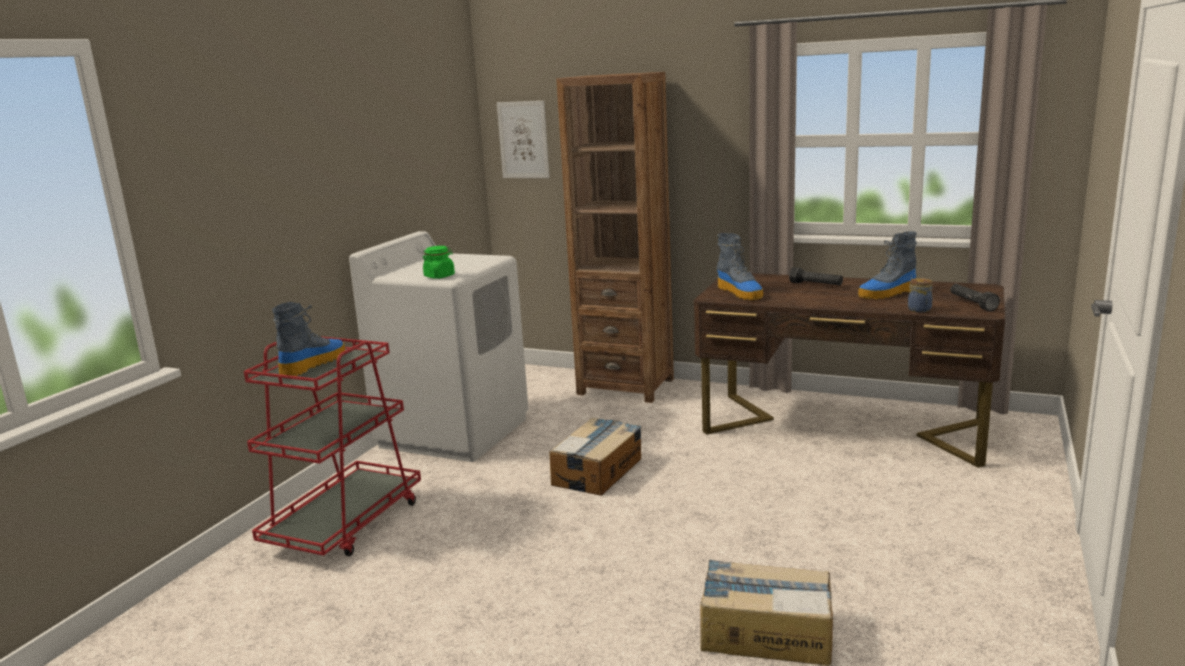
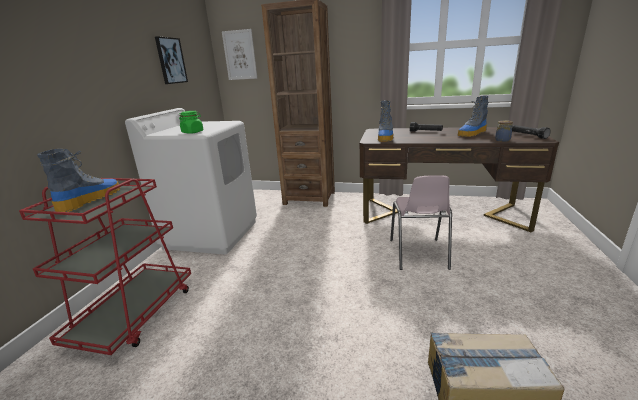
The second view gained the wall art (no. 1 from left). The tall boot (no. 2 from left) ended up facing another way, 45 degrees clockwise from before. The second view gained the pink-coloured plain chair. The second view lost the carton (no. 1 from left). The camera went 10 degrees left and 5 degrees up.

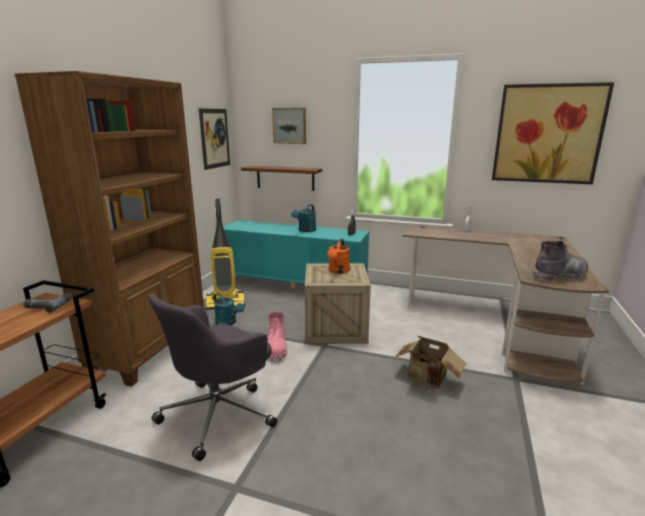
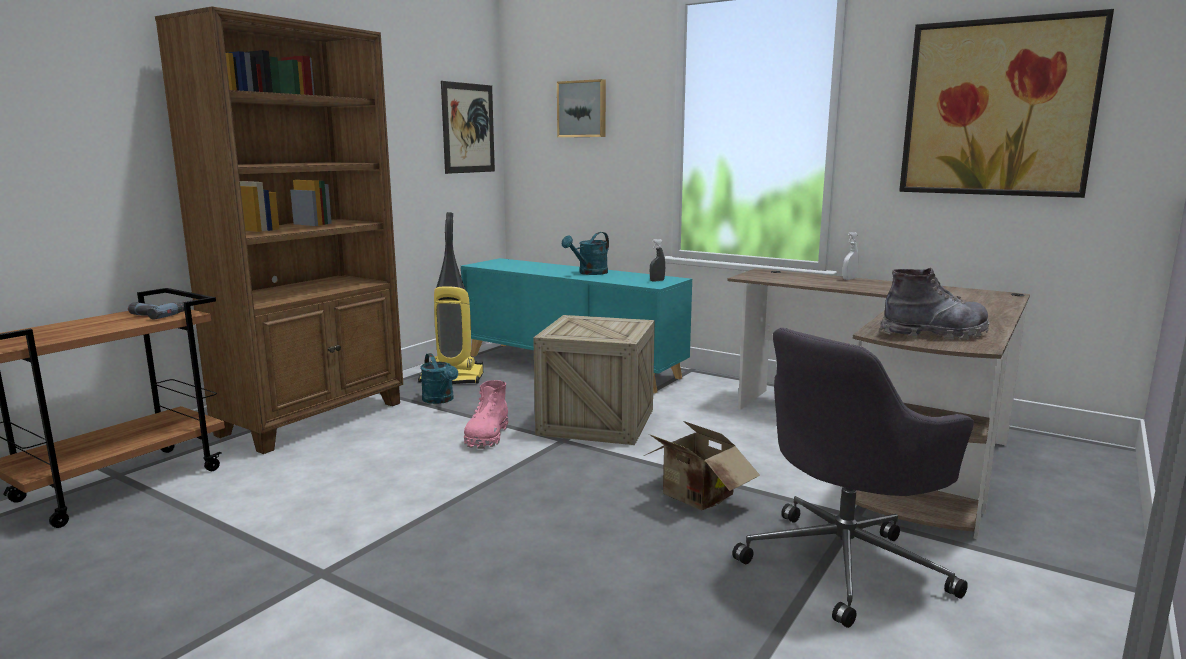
The greyish office chair ended up elsewhere. The second view lost the brown shelf. The second view lost the orangey sprinkling can. The camera went 15 degrees right and 5 degrees down.

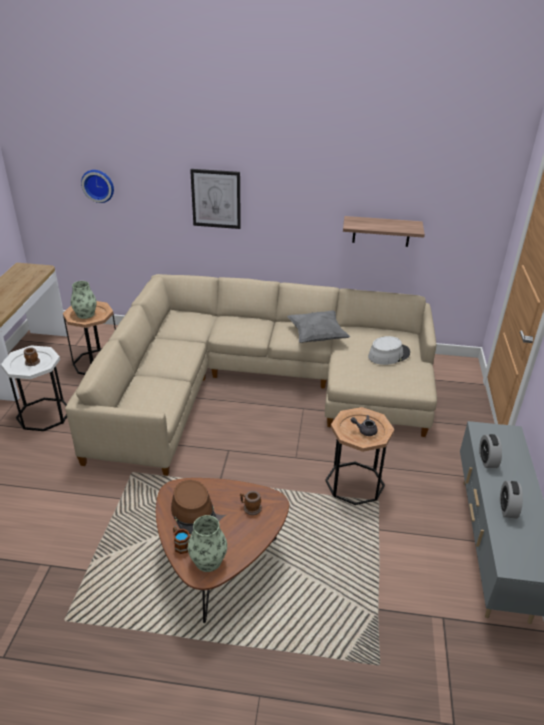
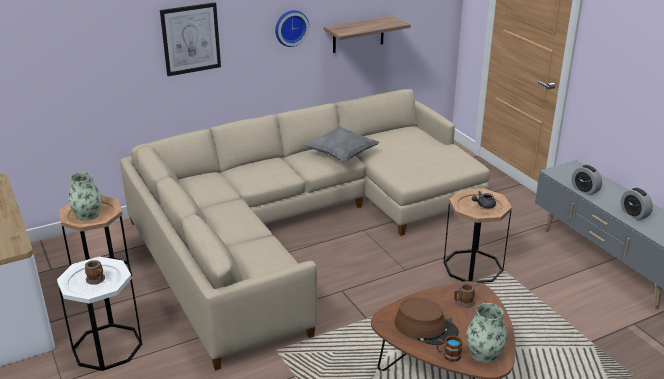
The clock on the wall ended up elsewhere. The second view lost the greyish hat. The camera went 35 degrees left and 5 degrees down.

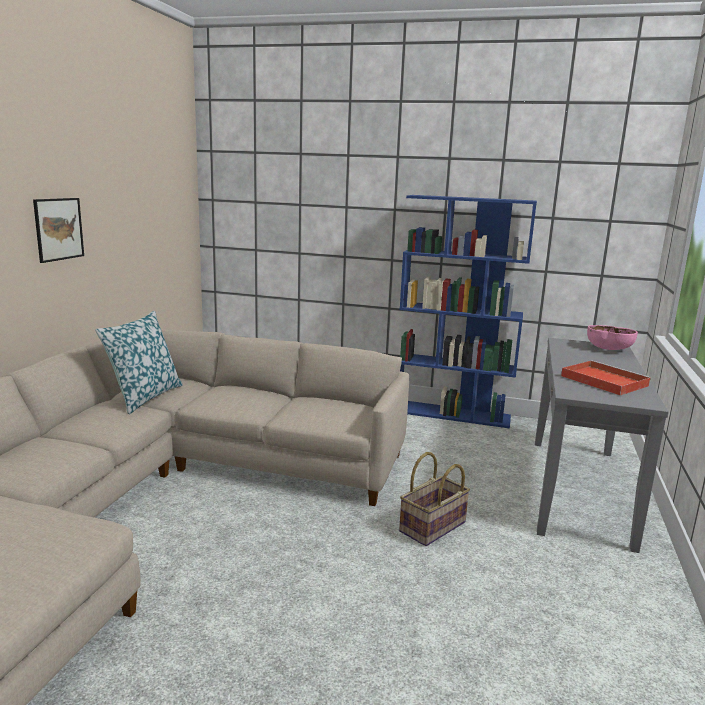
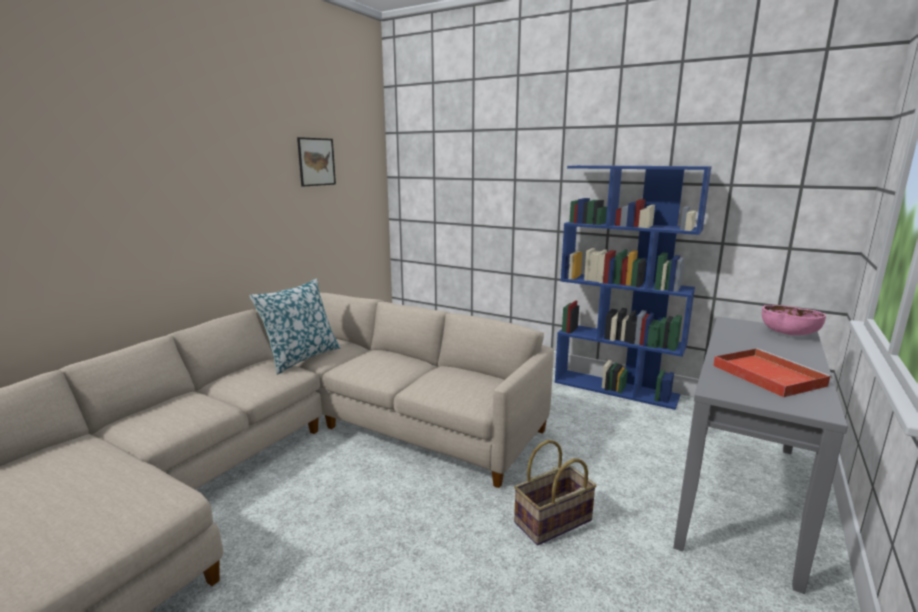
The wall art ended up elsewhere. The camera went 15 degrees right and 0 degrees up.

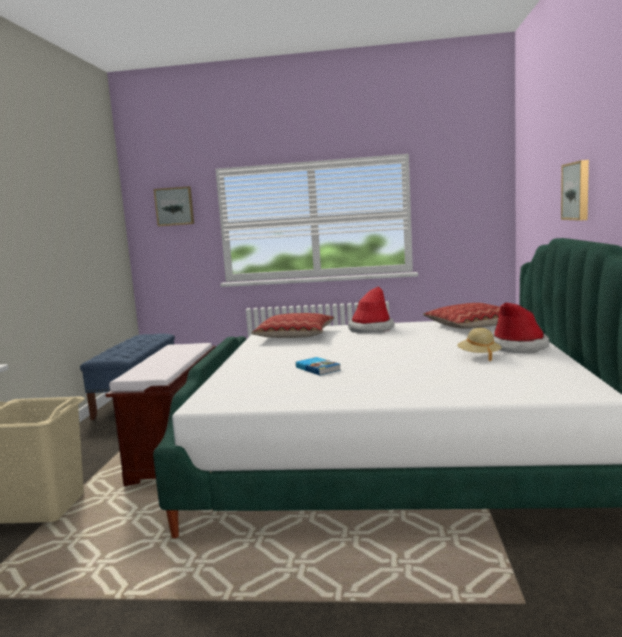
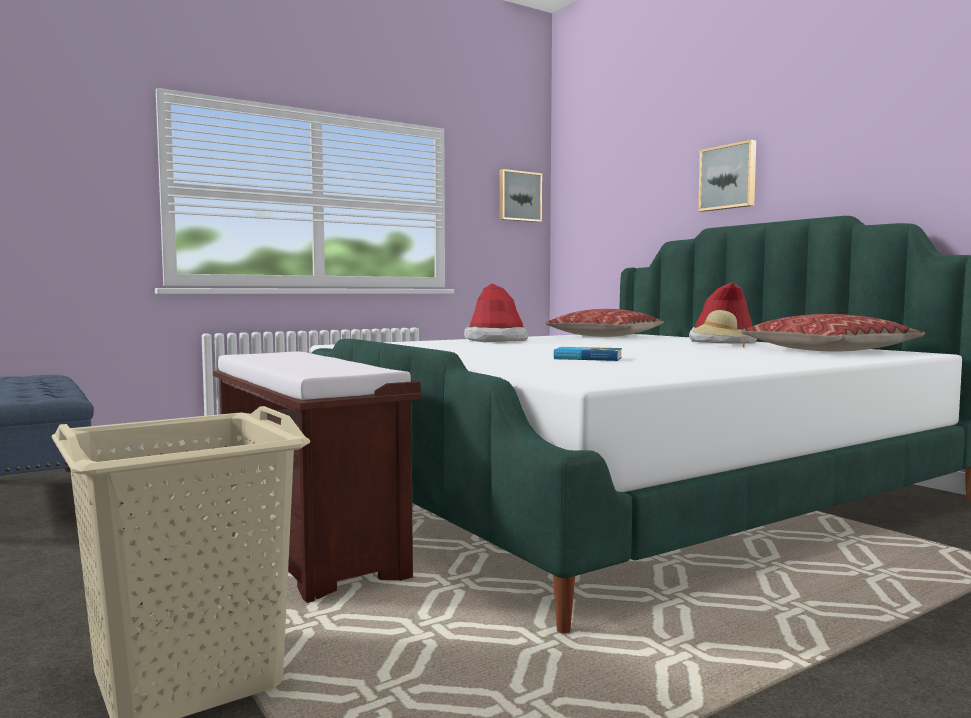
The wall art (no. 1 from left) ended up elsewhere. The throw pillow (no. 1 from left in the first image) ended up elsewhere. The camera went 40 degrees left and 5 degrees down.

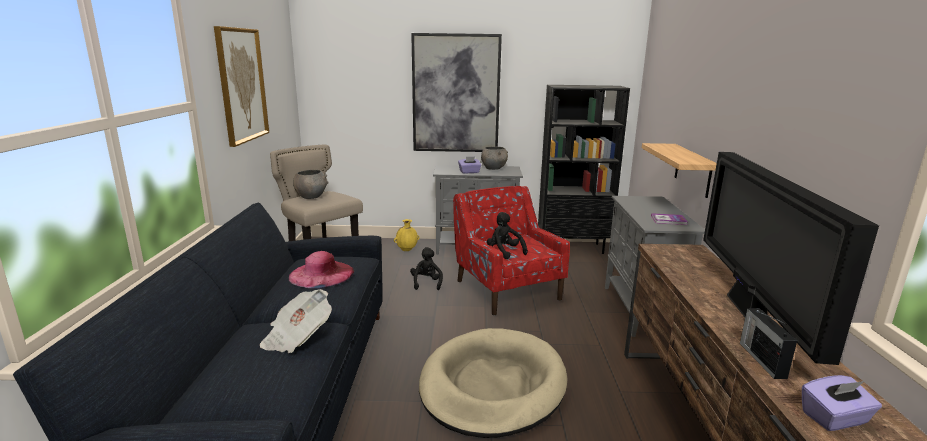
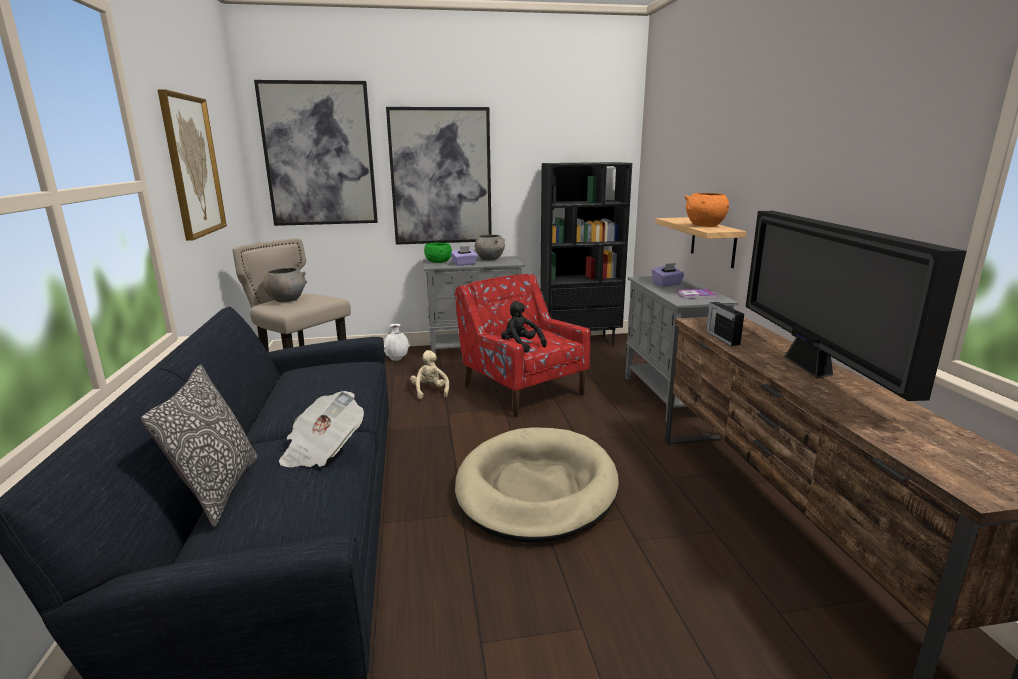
The second view gained the throw pillow. The second view gained the wall art (no. 2 from left). What was the yellowish vase turned into the whitish vase. What was the black soft toy (no. 1 from left) turned into the beige-coloured soft toy. The second view gained the green-coloured serving bowl. The purple-coloured tissue box (no. 2 from left) ended up elsewhere. The second view gained the orangey serving bowl. The radio set ended up elsewhere. The second view lost the pink-coloured hat. The camera went 10 degrees left and 0 degrees up.

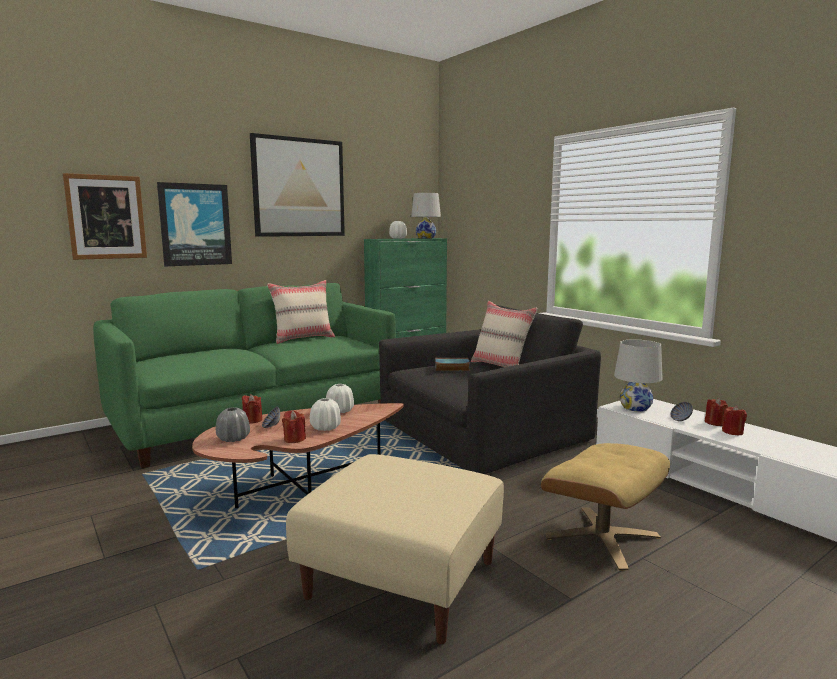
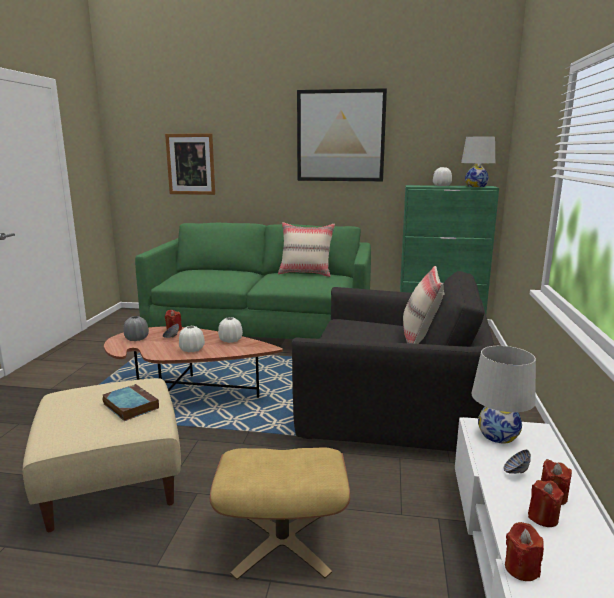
The book ended up elsewhere. The red-coloured wax light (no. 2 from left) ended up elsewhere. The second view lost the wall art (no. 2 from left). The camera went 45 degrees right and 5 degrees up.

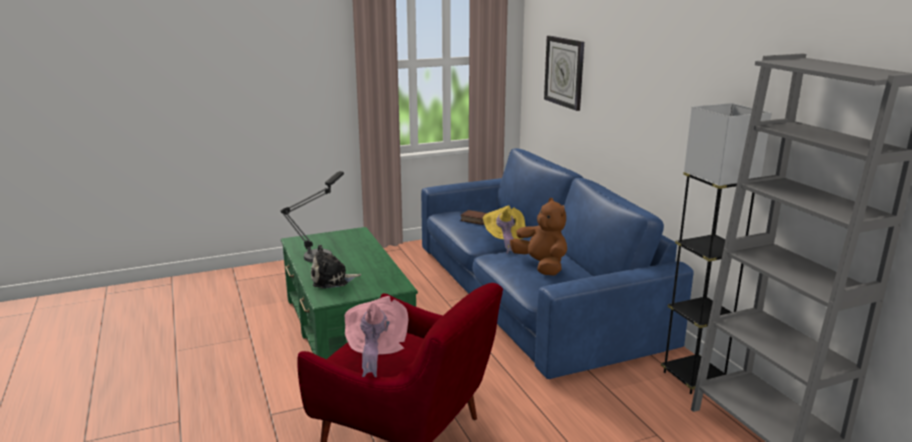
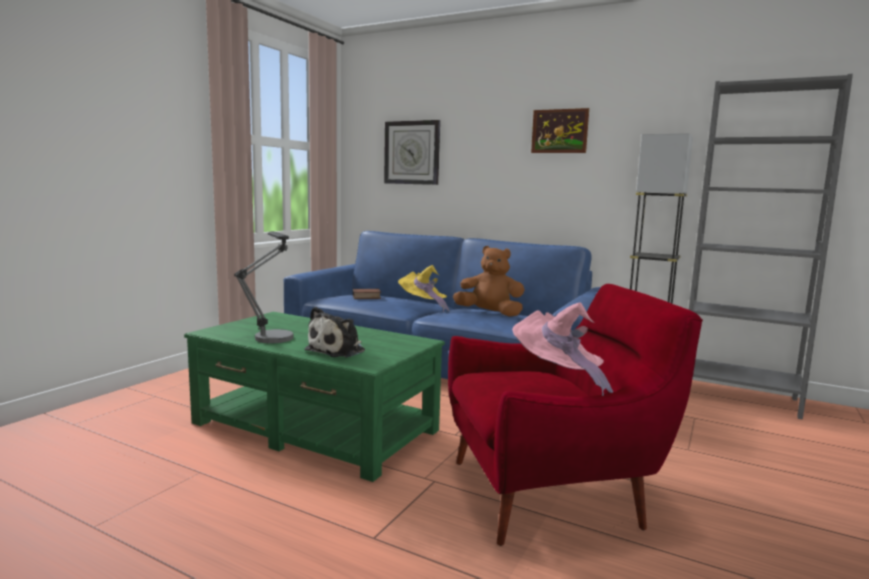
The second view gained the wall art. The camera went 40 degrees left and 10 degrees down.

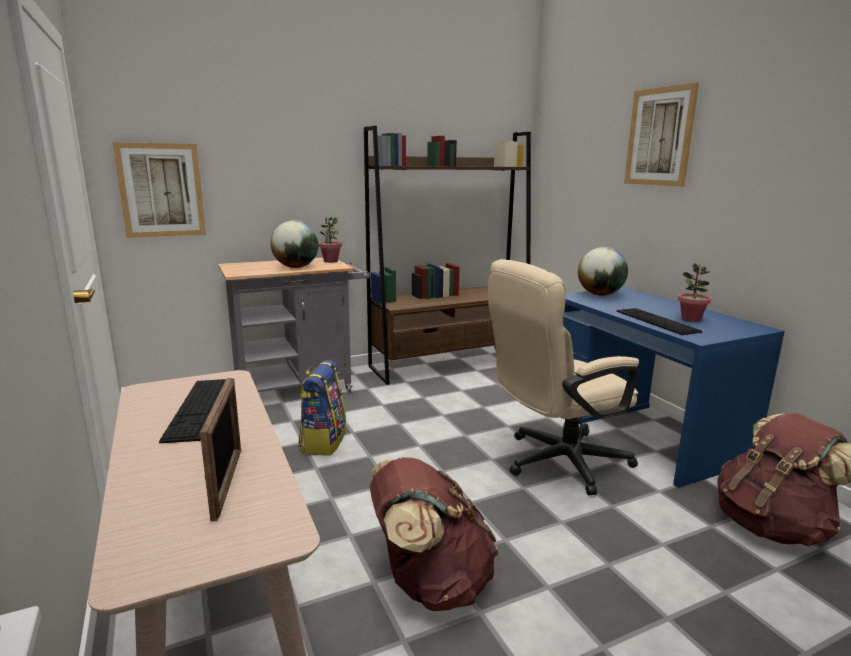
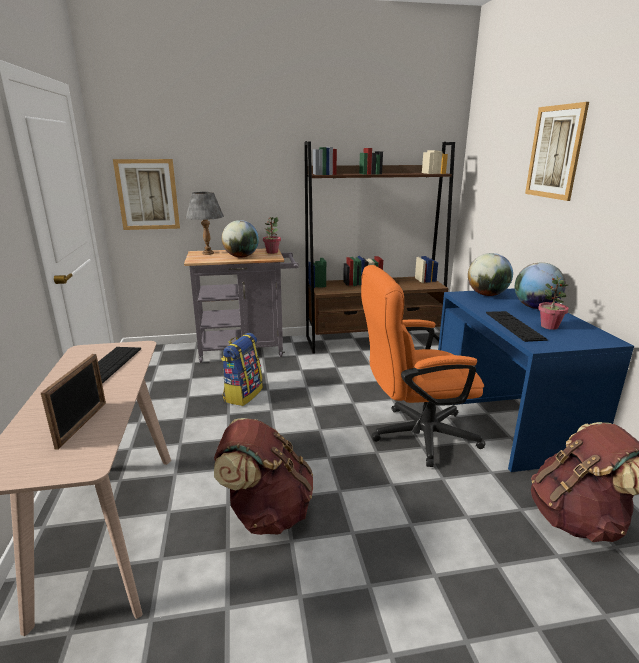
The second view gained the greyish lamp for a table. What was the beige-coloured office chair turned into the orangey office chair. The second view gained the world globe (no. 3 from left). The camera went 15 degrees right and 5 degrees up.

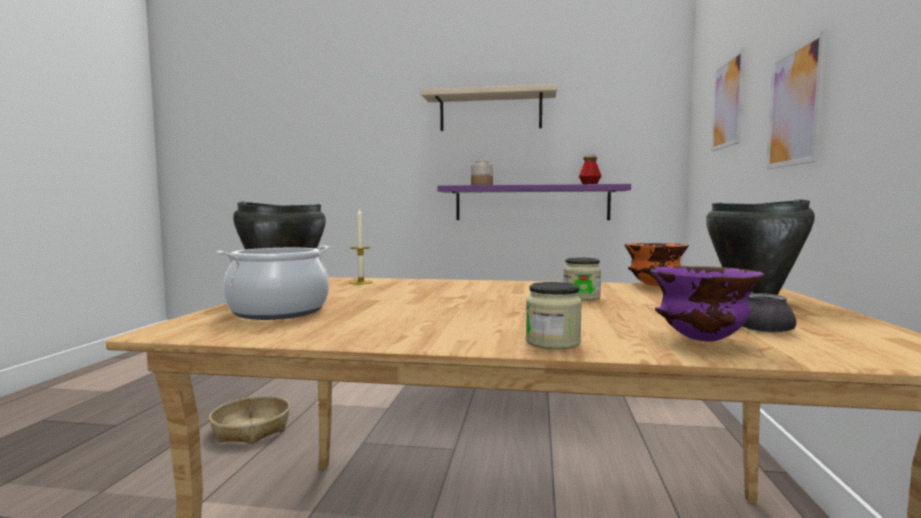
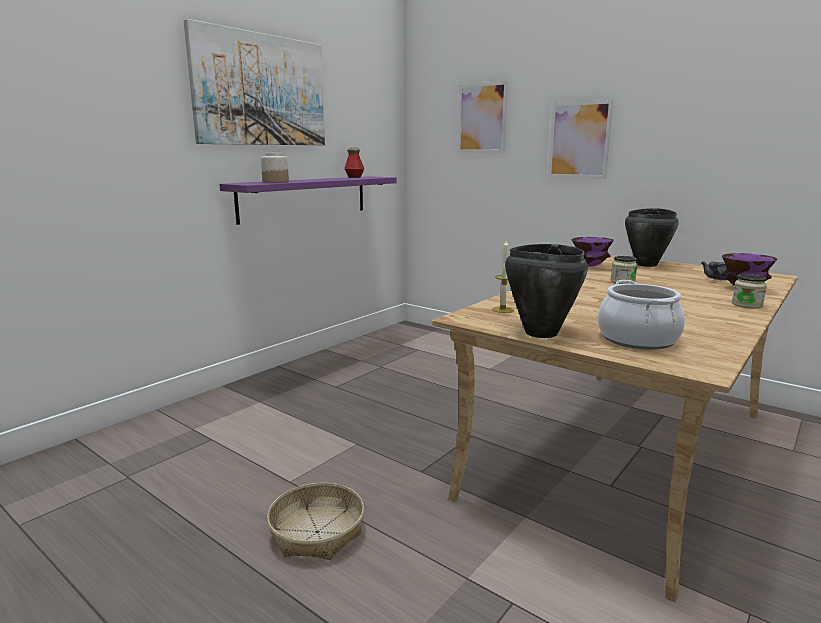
Where the beige-coloured shelf hung, the wall art (no. 1 from left) came to hang. What was the orangey serving bowl turned into the purple-coloured serving bowl (no. 1 from left). The camera went 60 degrees left and 10 degrees up.

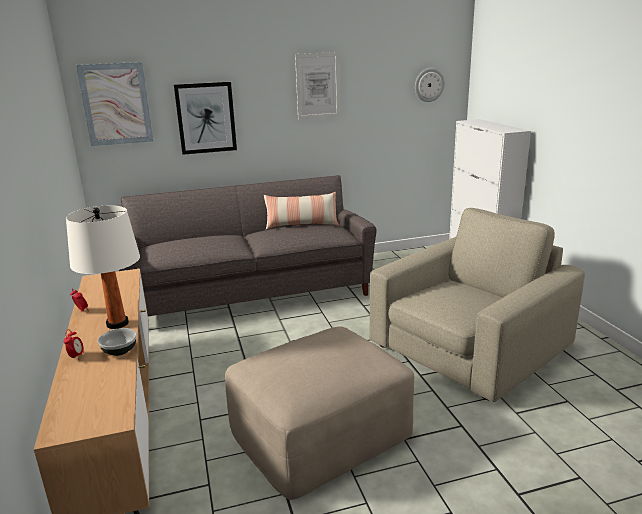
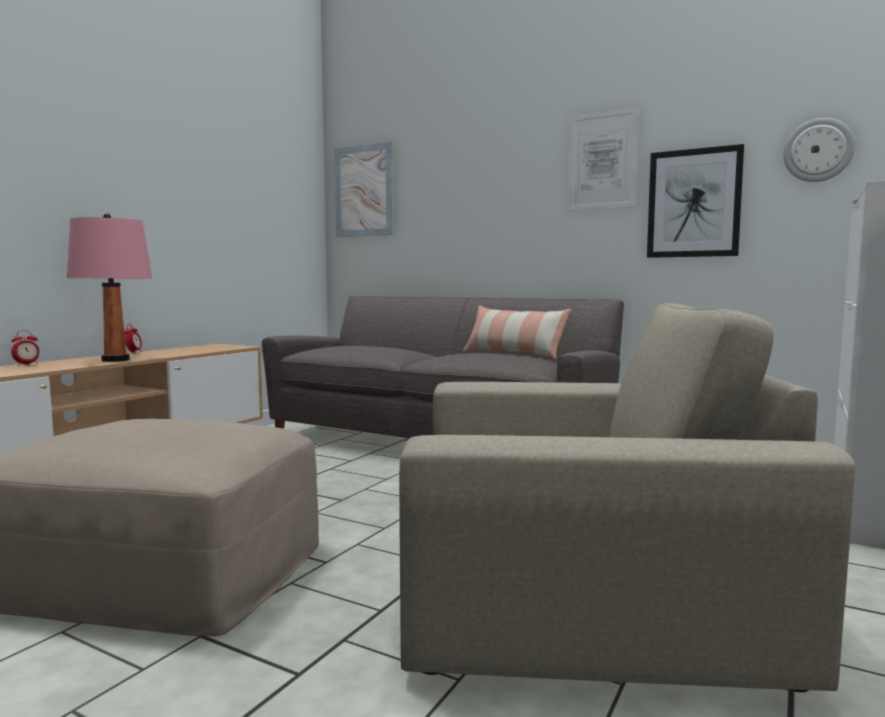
What was the whitish lamp for a table turned into the pink-coloured lamp for a table. The wall art (no. 2 from left in the first image) ended up elsewhere. The second view lost the serving bowl. The camera went 45 degrees right and 15 degrees down.

